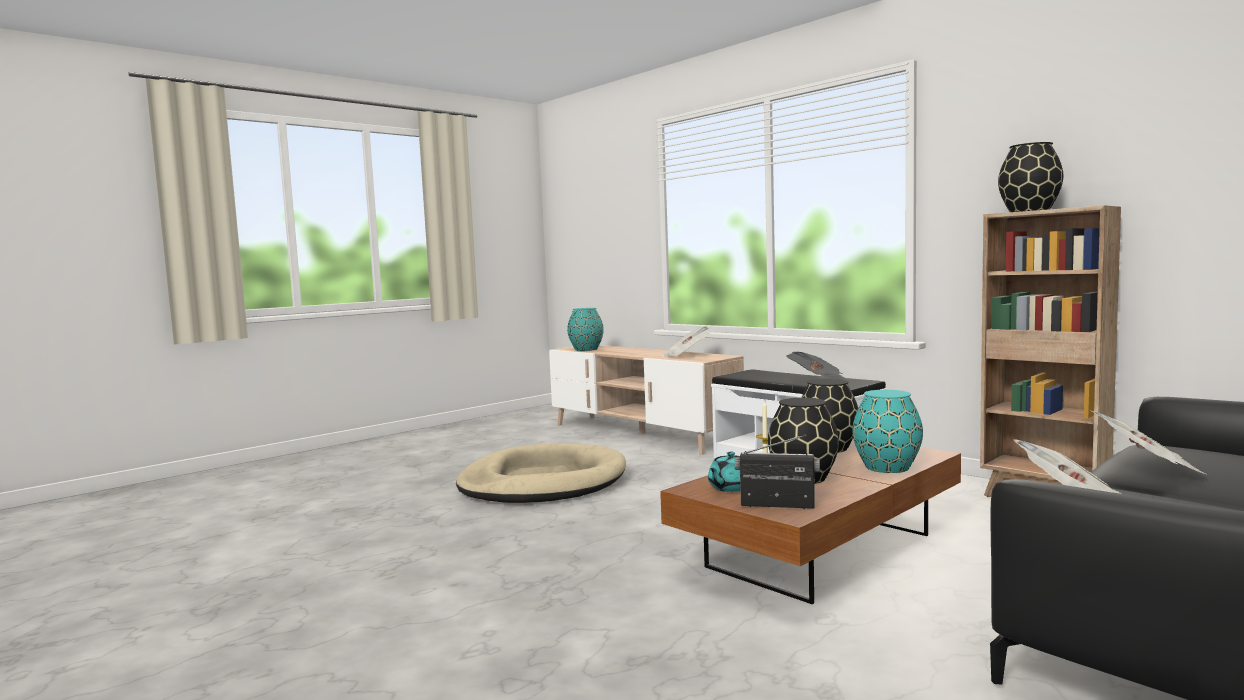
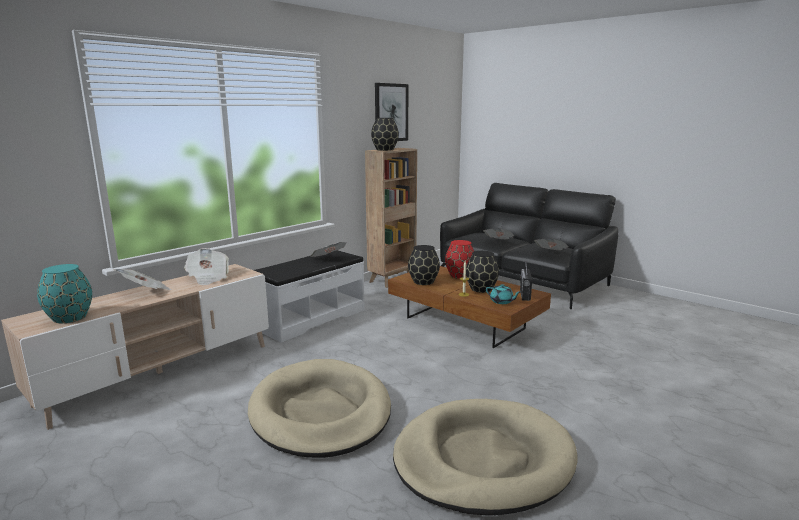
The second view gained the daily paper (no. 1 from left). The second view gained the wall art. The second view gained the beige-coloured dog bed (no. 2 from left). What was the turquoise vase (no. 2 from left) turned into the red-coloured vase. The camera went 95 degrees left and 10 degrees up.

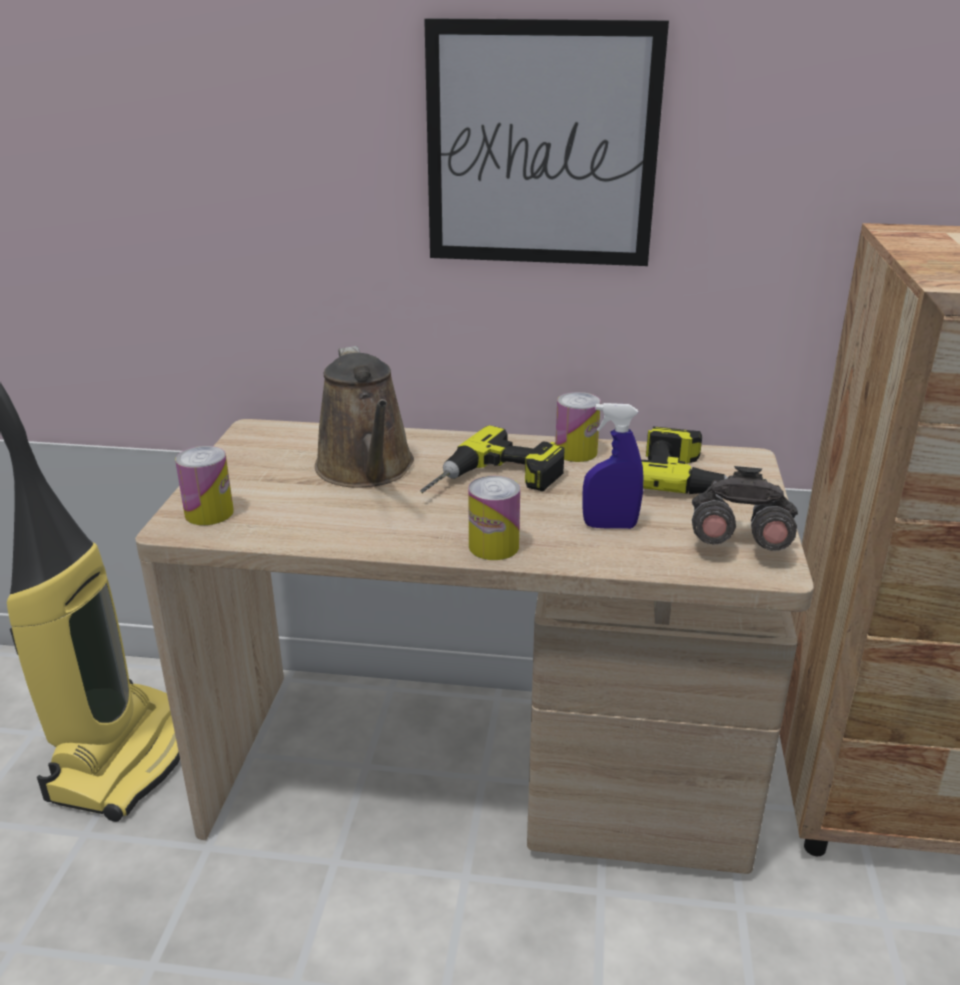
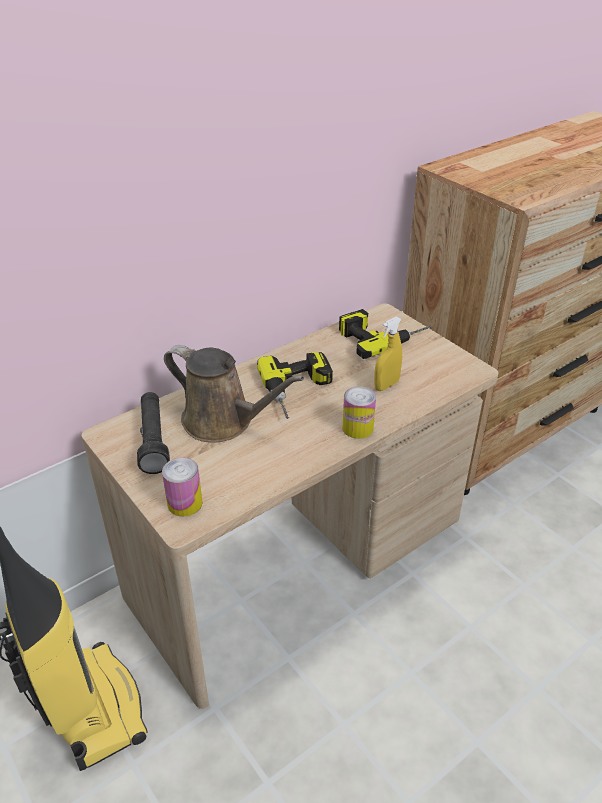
The second view gained the black flashlight. What was the bluish spray bottle turned into the yellowish spray bottle. The second view lost the wall art. The second view lost the metal can (no. 3 from left). The second view lost the greyish pair of binoculars. The camera went 45 degrees left and 10 degrees up.

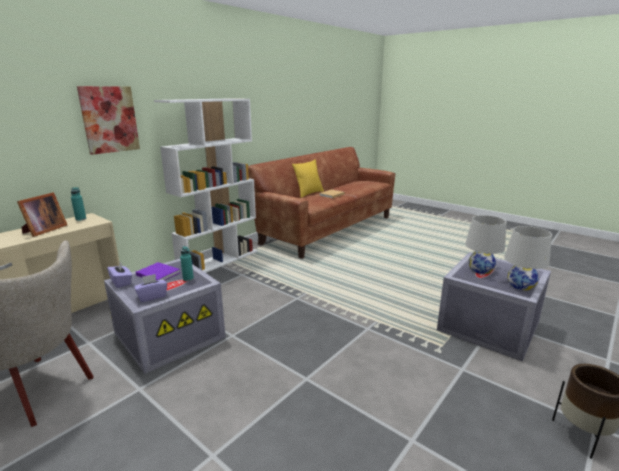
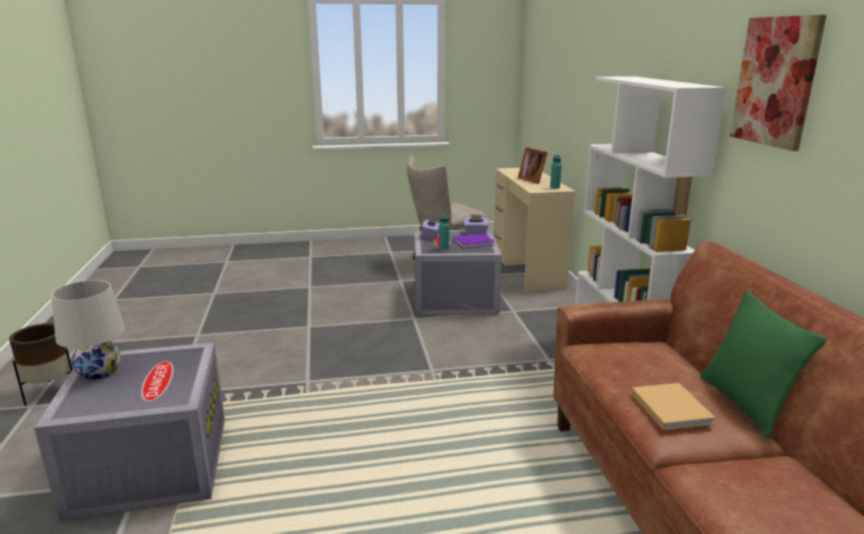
What was the yellowish throw pillow turned into the green-coloured throw pillow. The wall art ended up elsewhere. The second view lost the whitish lamp for a table (no. 1 from left). The camera went 130 degrees right and 0 degrees up.

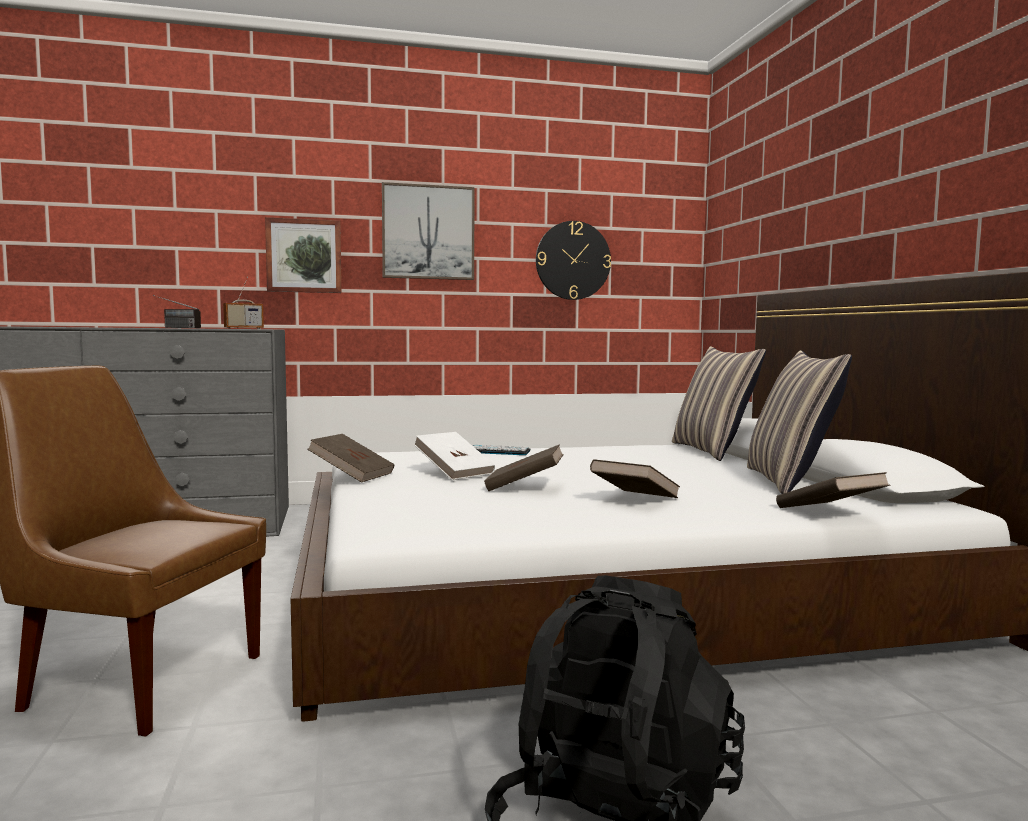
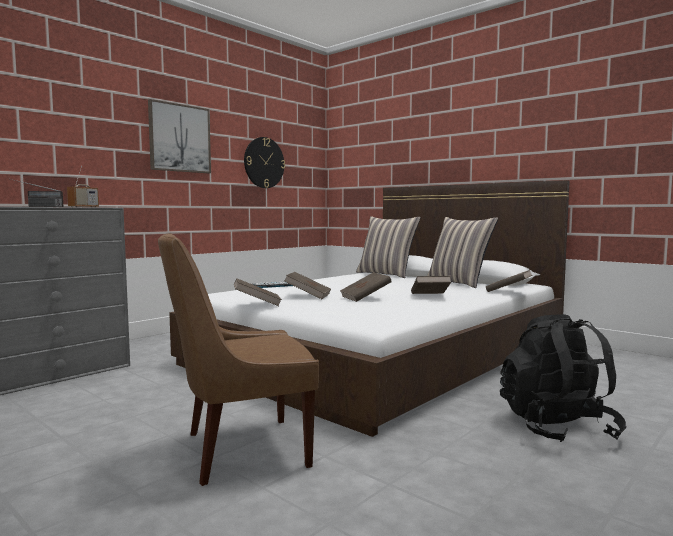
What was the whitish book turned into the brown book (no. 2 from left). The second view lost the wall art (no. 1 from left). The camera went 35 degrees left and 0 degrees up.

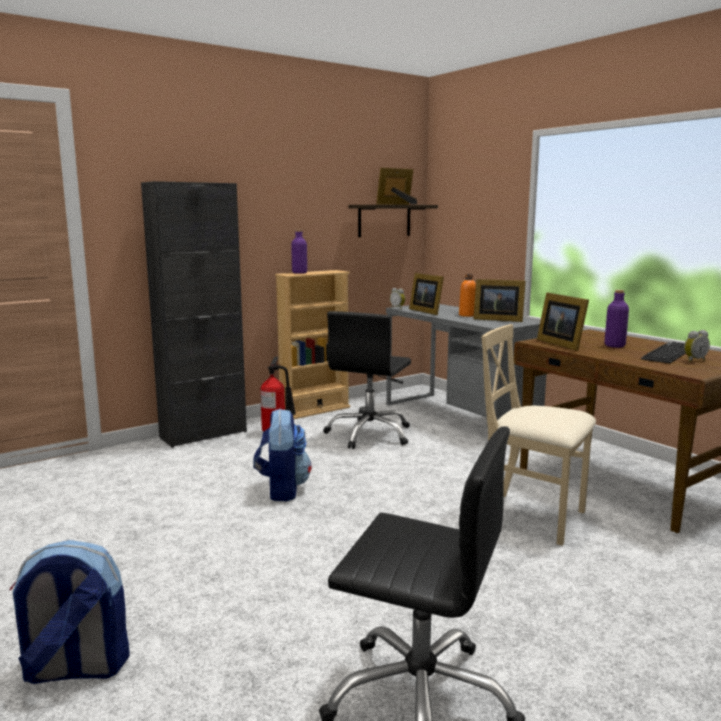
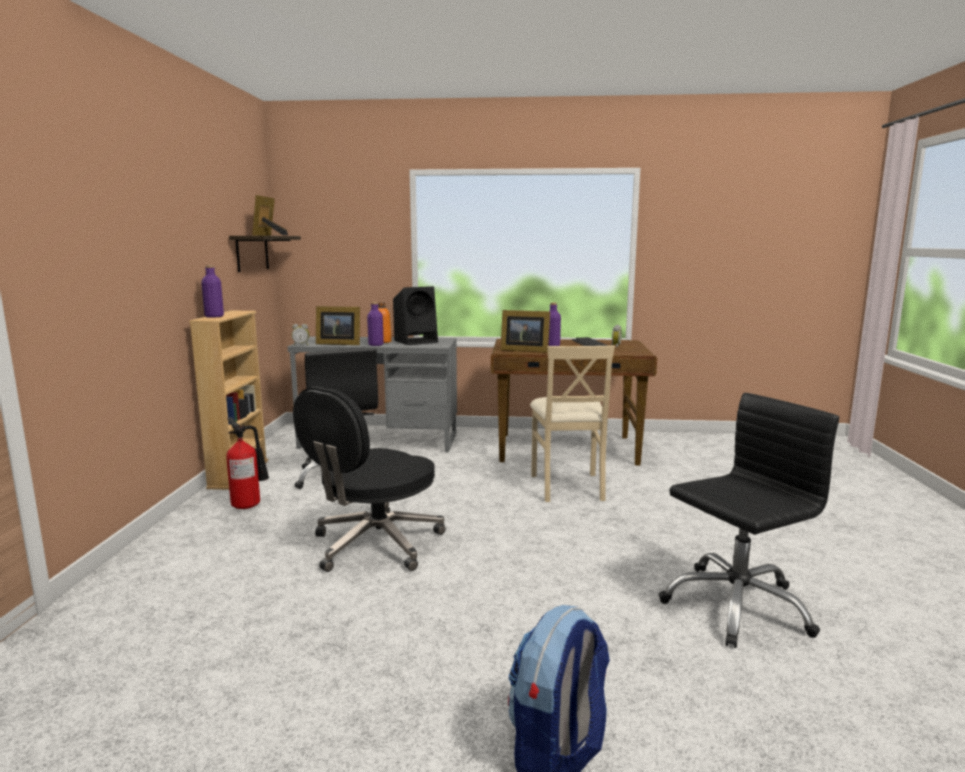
Where the rucksack (no. 2 from left) stood, the black office chair (no. 2 from left) came to stand. The second view gained the purple-coloured bottle (no. 2 from left). Where the picture frame (no. 3 from left) stood, the black speaker came to stand. The beige-coloured plain chair ended up facing another way, 75 degrees counterclockwise from before. The second view lost the black storage cabinet. The camera went 50 degrees left and 0 degrees up.

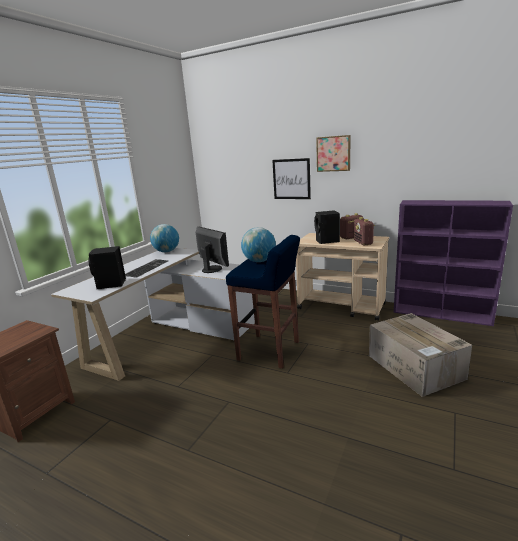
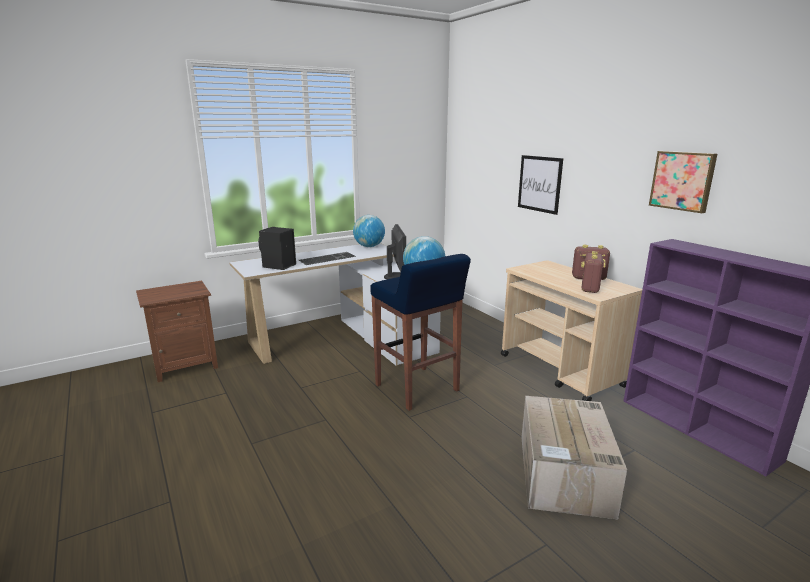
The wall art (no. 2 from left) ended up elsewhere. The second view lost the black speaker (no. 2 from left). The camera went 30 degrees right and 0 degrees up.

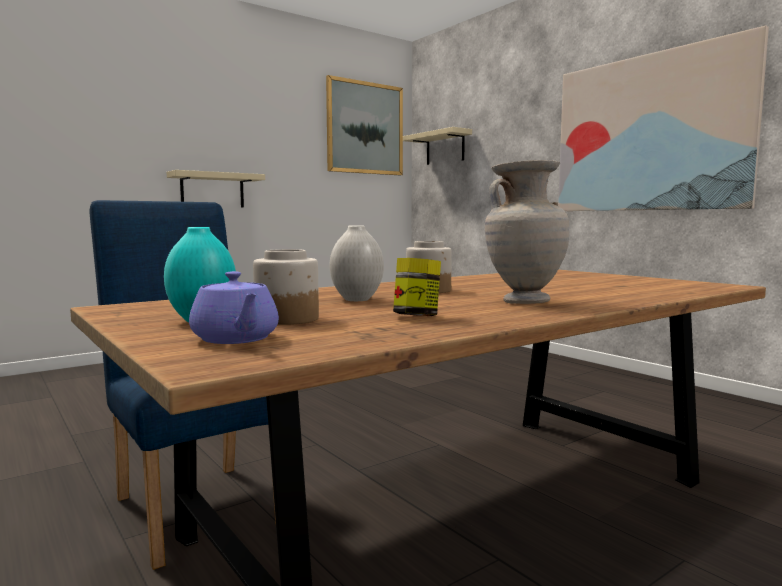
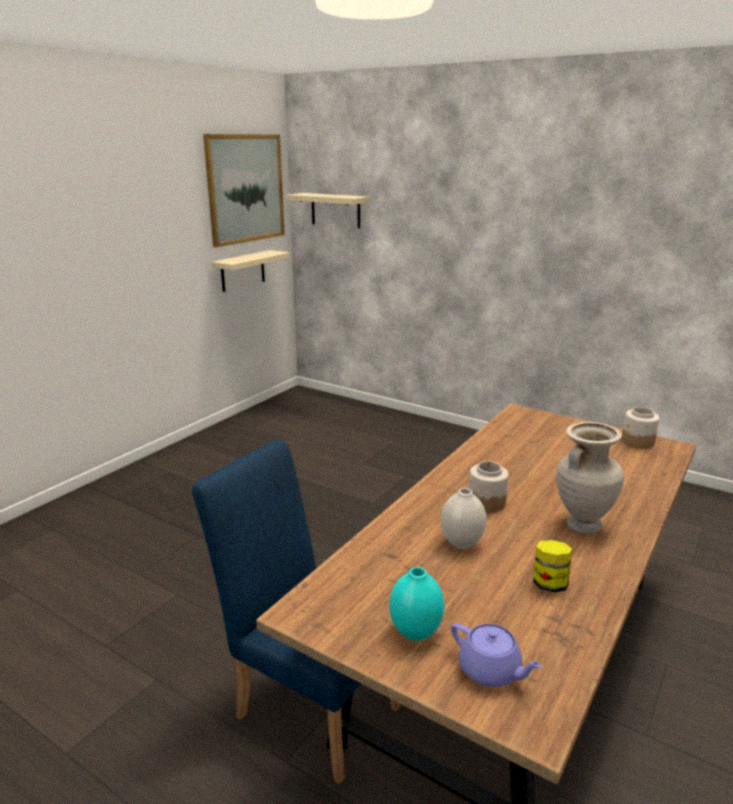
The beige-coloured shelf (no. 1 from left) ended up elsewhere. The jar (no. 1 from left in the first image) ended up elsewhere. The second view lost the wall art (no. 2 from left). The camera went 20 degrees left and 15 degrees up.

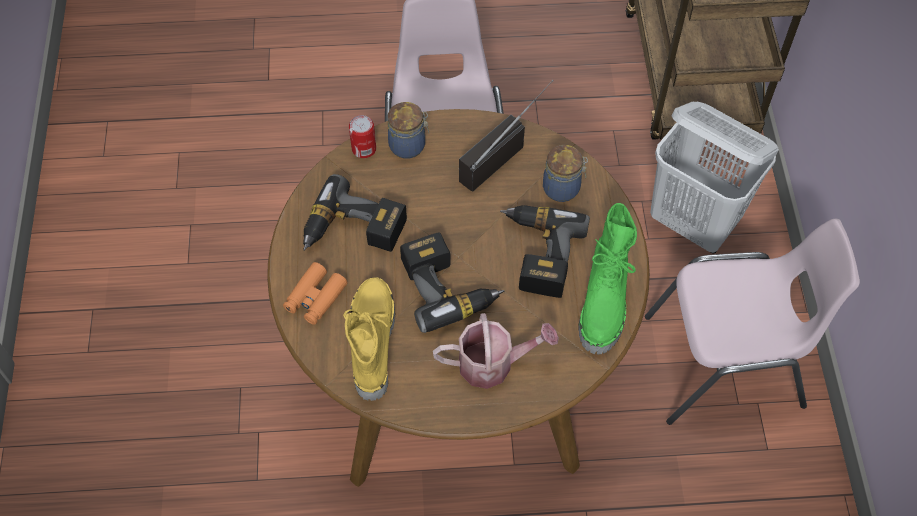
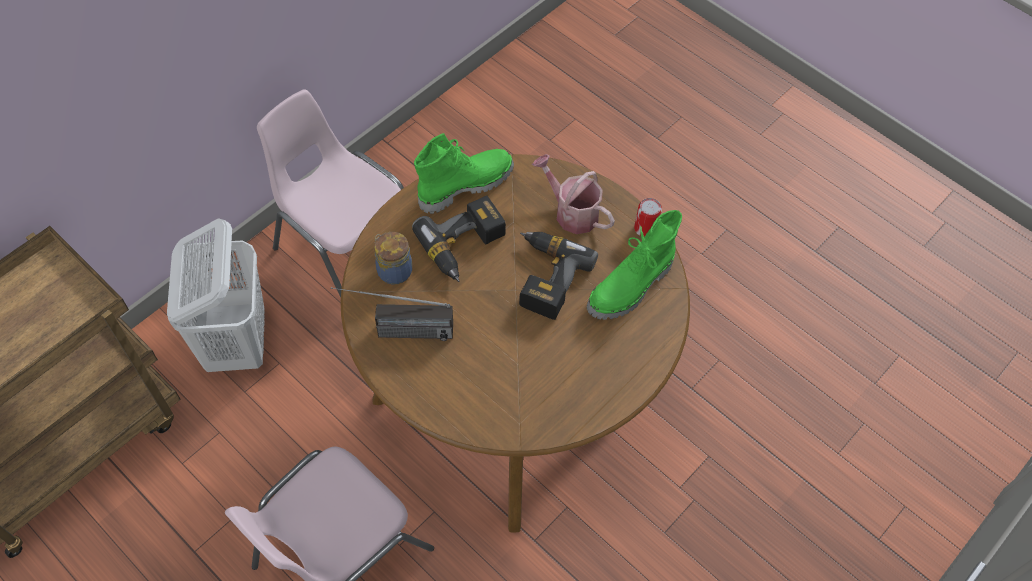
What was the yellowish tall boot turned into the green-coloured tall boot (no. 2 from left). The metal can ended up elsewhere. The second view lost the orangey pair of binoculars. The second view lost the power drill (no. 1 from left). The second view lost the jar (no. 1 from left). The camera went 135 degrees left and 0 degrees up.

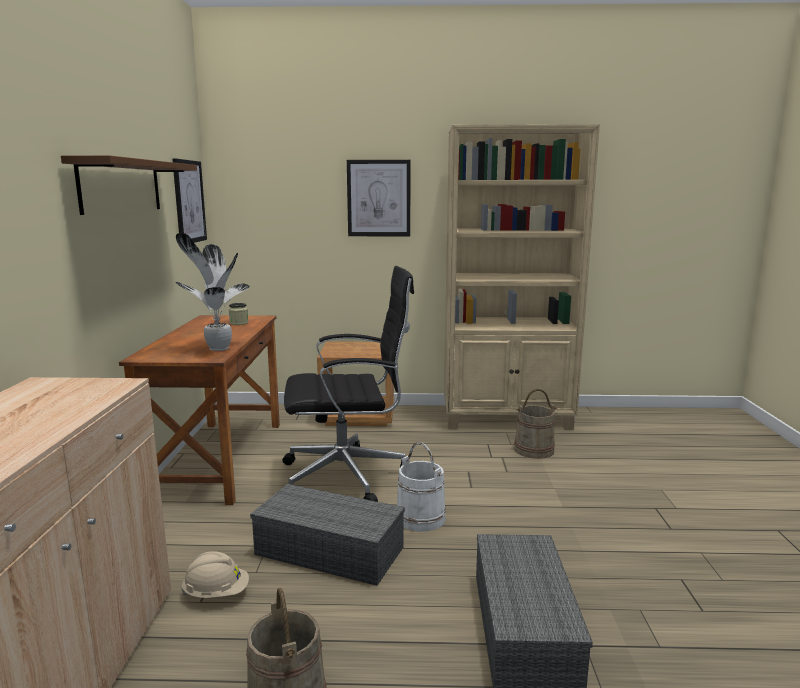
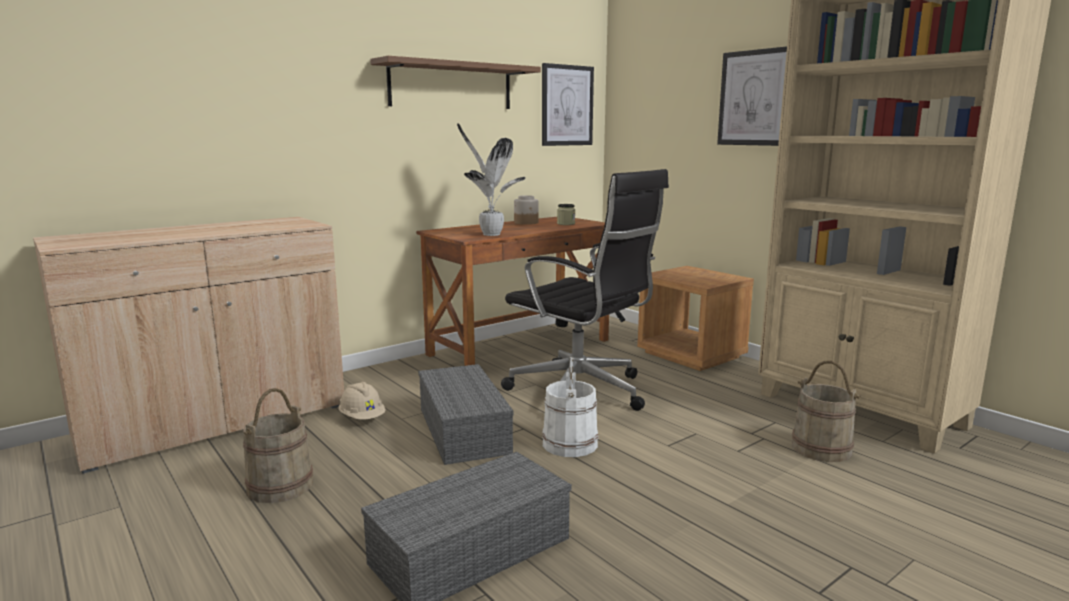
The second view gained the jar (no. 1 from left). The camera went 50 degrees right and 0 degrees up.

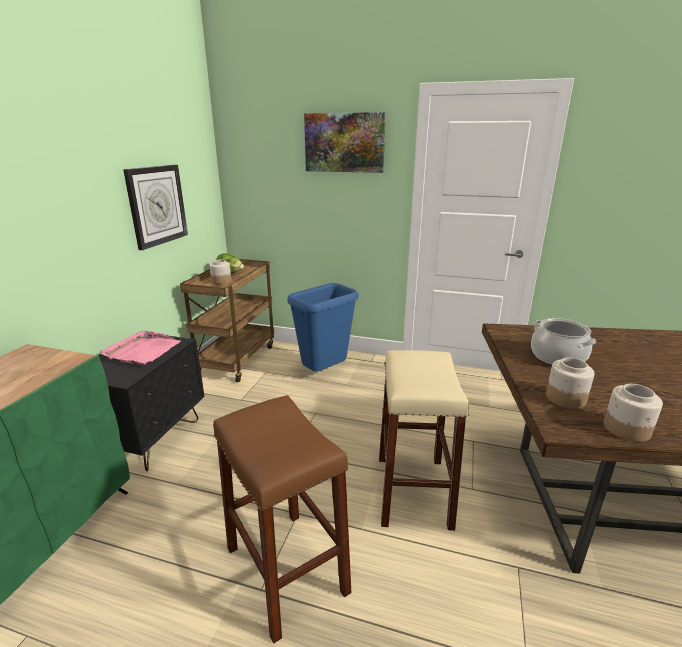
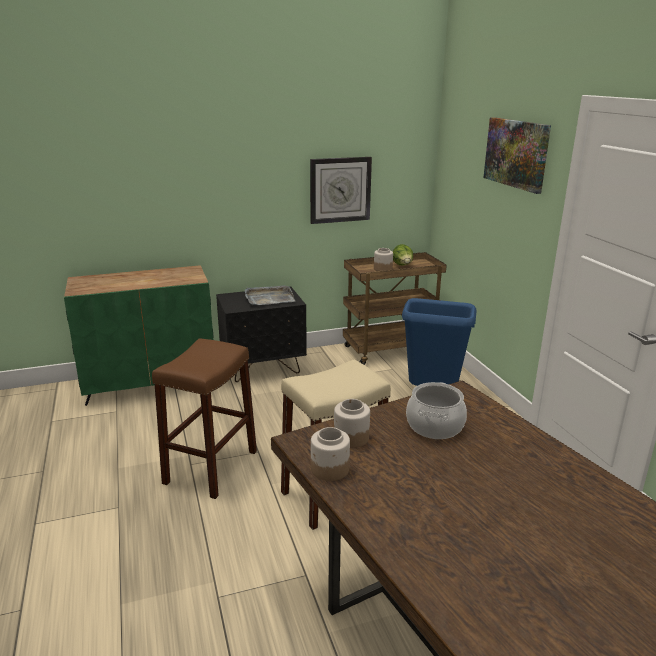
What was the pink-coloured carrying tray turned into the greyish carrying tray. The camera went 55 degrees right and 0 degrees up.

